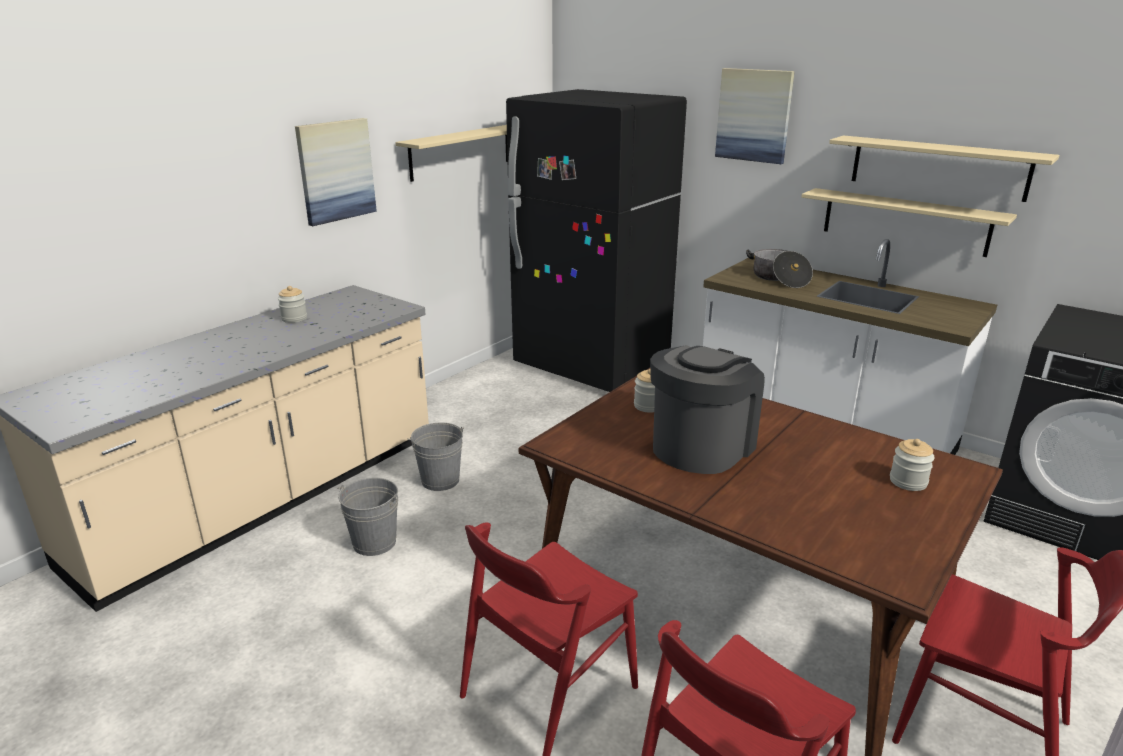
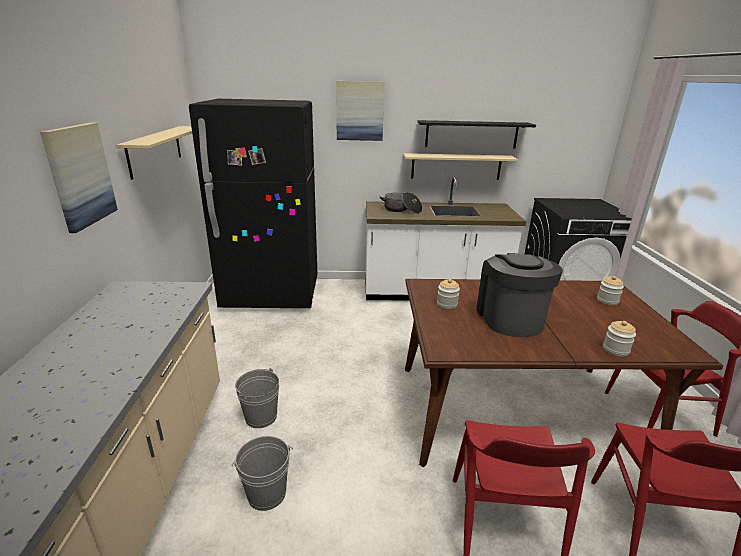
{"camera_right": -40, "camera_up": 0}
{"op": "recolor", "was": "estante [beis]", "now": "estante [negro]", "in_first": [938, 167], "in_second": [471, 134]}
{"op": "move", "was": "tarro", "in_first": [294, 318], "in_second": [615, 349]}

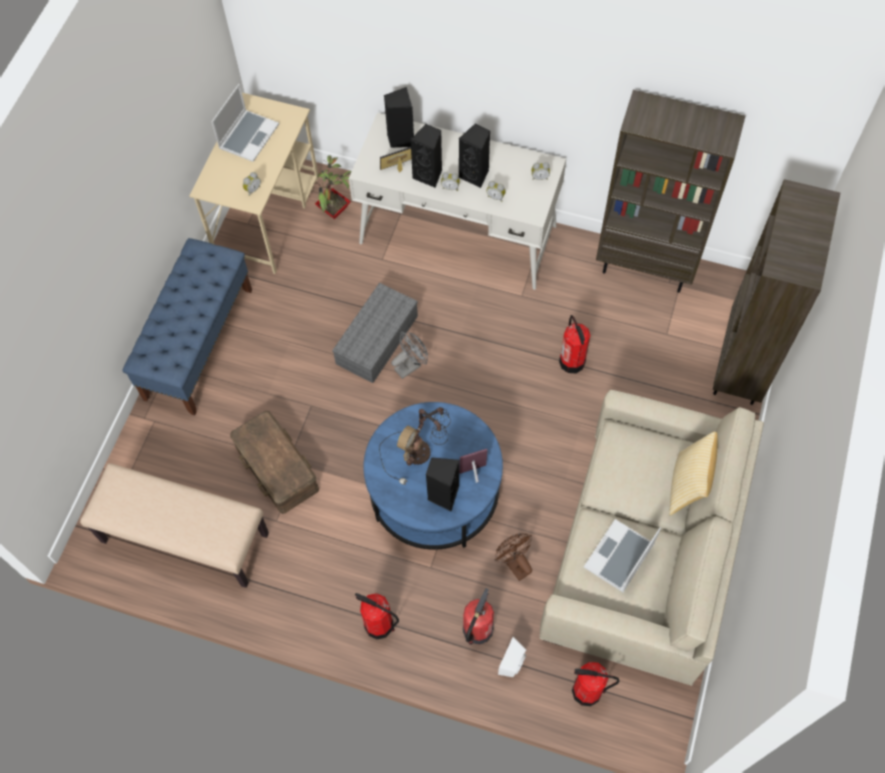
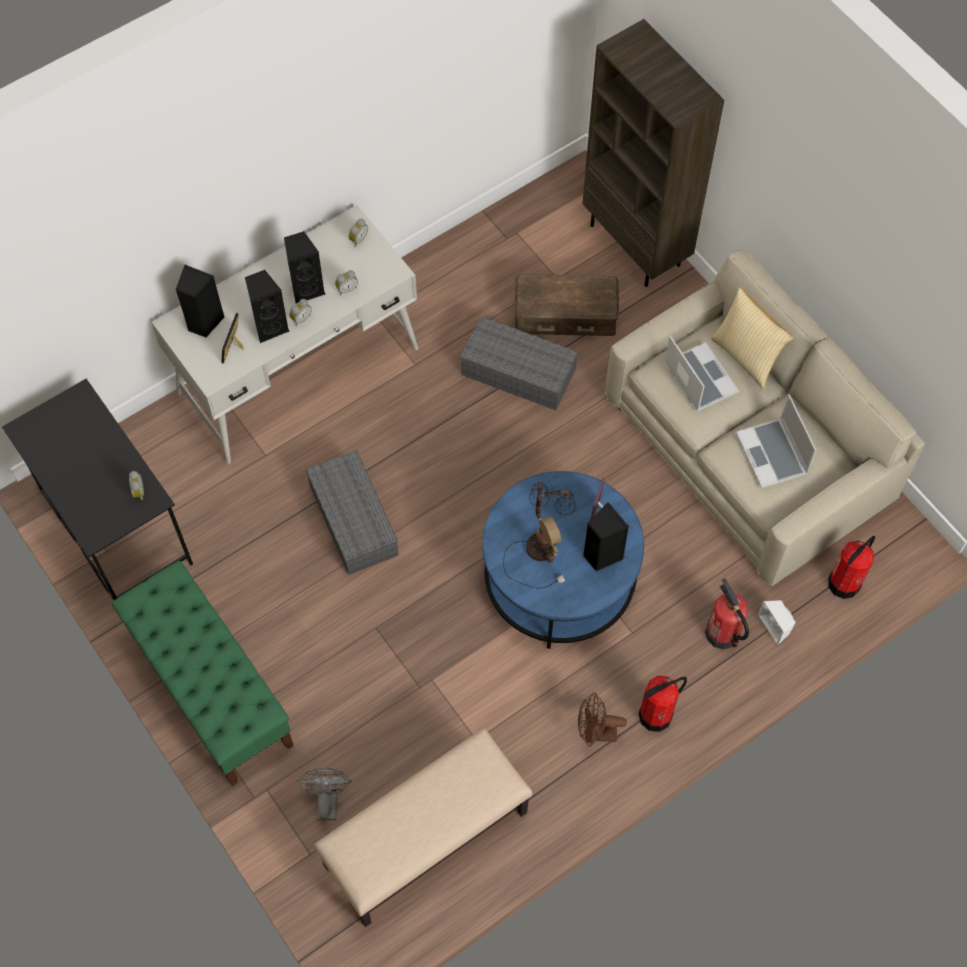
{"camera_right": -55, "camera_up": 0}
{"op": "recolor", "was": "escritorio [beis]", "now": "escritorio [negro]", "in_first": [268, 216], "in_second": [115, 526]}
{"op": "recolor", "was": "banco [azul]", "now": "banco [verde]", "in_first": [199, 343], "in_second": [211, 689]}
{"op": "move", "was": "ventilador [gris]", "in_first": [410, 365], "in_second": [327, 800]}
{"op": "replace", "was": "extintor", "now": "caja de almacenaje [gris]", "in_first": [572, 361], "in_second": [520, 372]}
{"op": "move", "was": "caja de almacenaje [marrón]", "in_first": [276, 468], "in_second": [565, 314]}
{"op": "move", "was": "ventilador [marrón]", "in_first": [514, 563], "in_second": [595, 733]}
{"op": "move", "was": "portátil", "in_first": [248, 136], "in_second": [699, 378]}
{"op": "delete", "was": "planta en maceta", "in_first": [335, 211]}
{"op": "delete", "was": "estantería [marrón]", "in_first": [646, 266]}

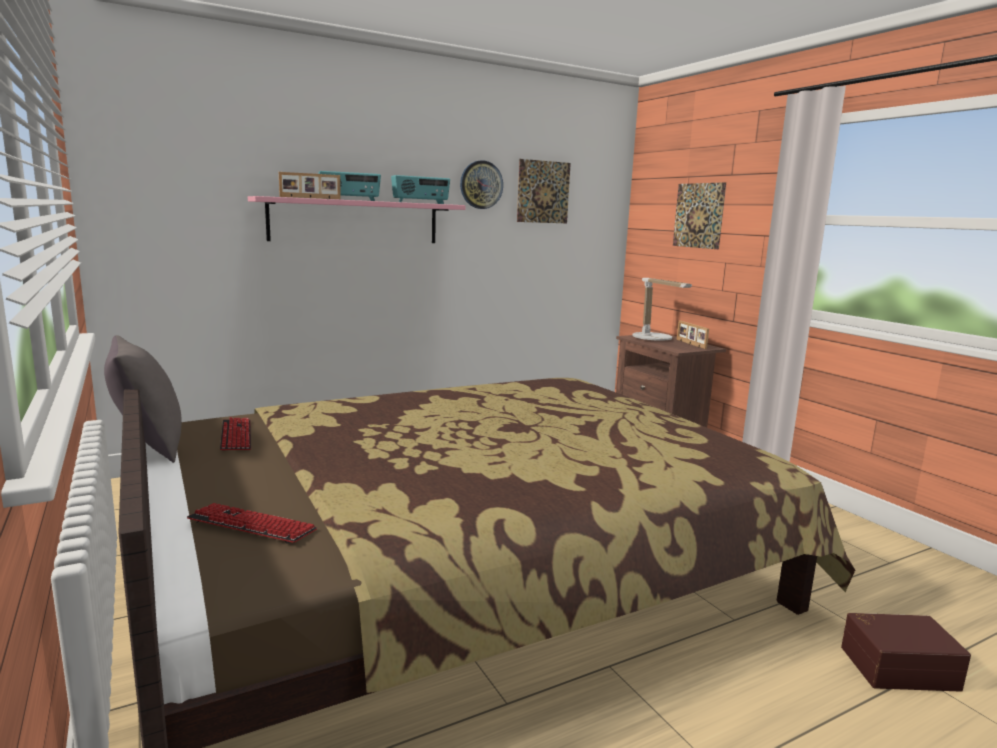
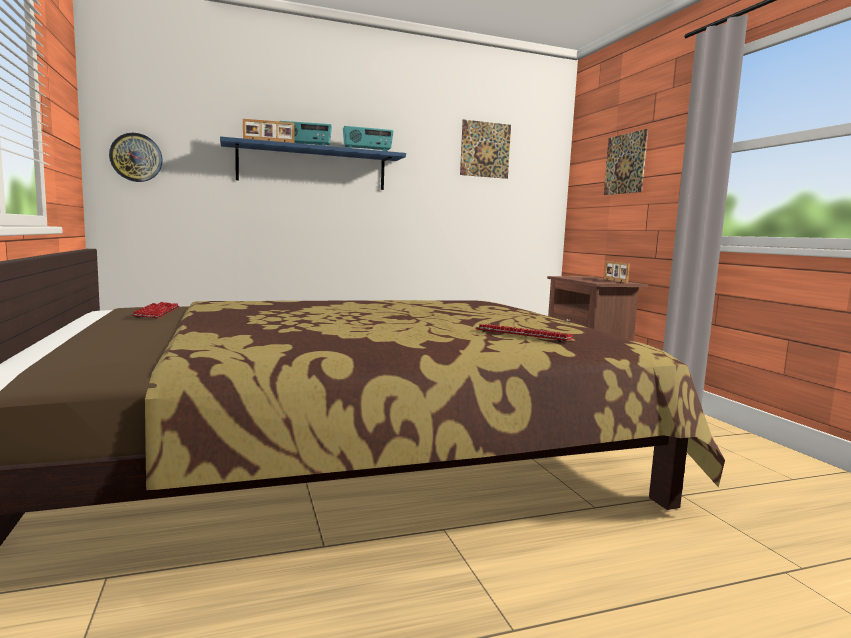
{"camera_right": 10, "camera_up": -5}
{"op": "move", "was": "reloj de pared", "in_first": [481, 185], "in_second": [136, 157]}
{"op": "recolor", "was": "estante [rosa]", "now": "estante [azul]", "in_first": [355, 221], "in_second": [312, 167]}
{"op": "move", "was": "teclado", "in_first": [251, 525], "in_second": [523, 335]}
{"op": "delete", "was": "cojín [gris]", "in_first": [149, 447]}
{"op": "delete", "was": "lámpara de mesa", "in_first": [655, 339]}
{"op": "delete", "was": "caja de almacenaje [marrón]", "in_first": [897, 666]}

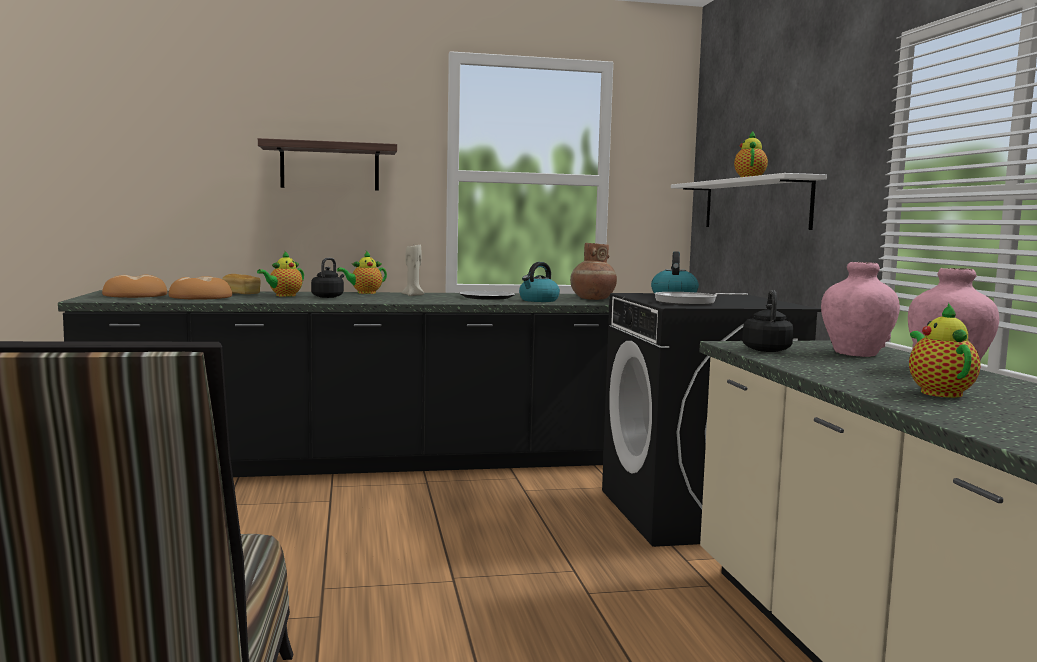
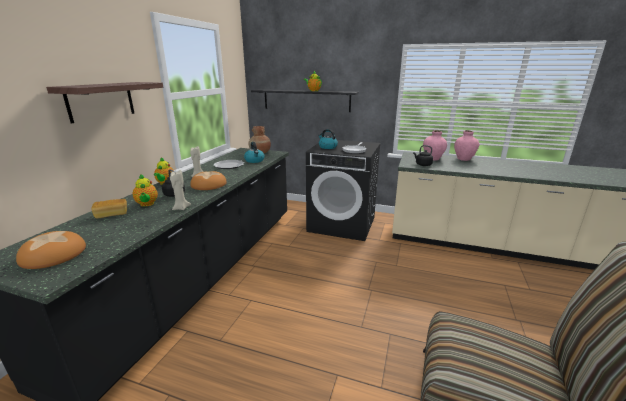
{"camera_right": -60, "camera_up": 15}
{"op": "insert", "now": "vela [beis]", "in_second": [181, 208]}
{"op": "move", "was": "pan", "in_first": [201, 297], "in_second": [209, 184]}
{"op": "recolor", "was": "estante [blanco]", "now": "estante [negro]", "in_first": [754, 204], "in_second": [306, 100]}
{"op": "delete", "was": "tetera", "in_first": [938, 392]}

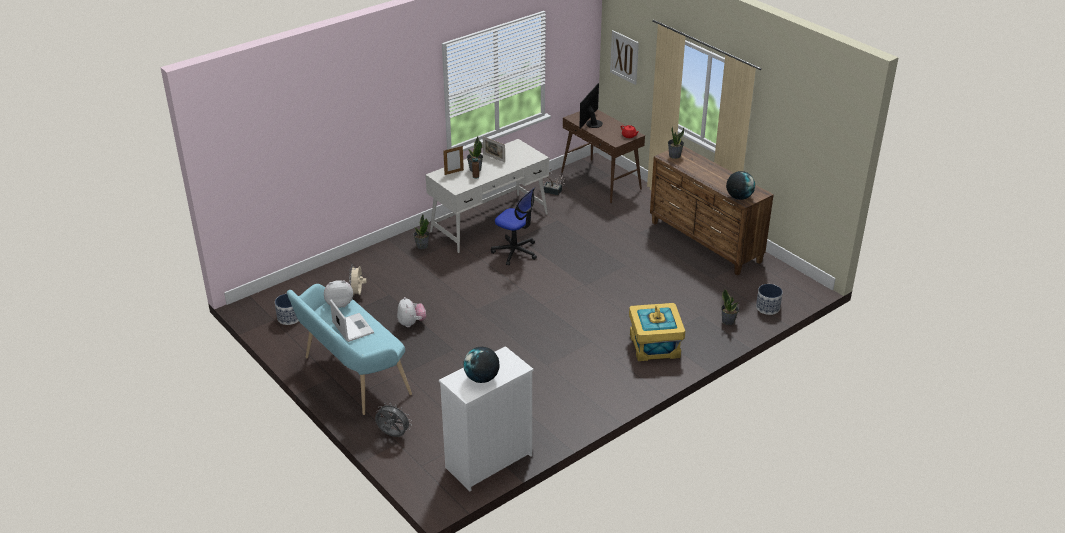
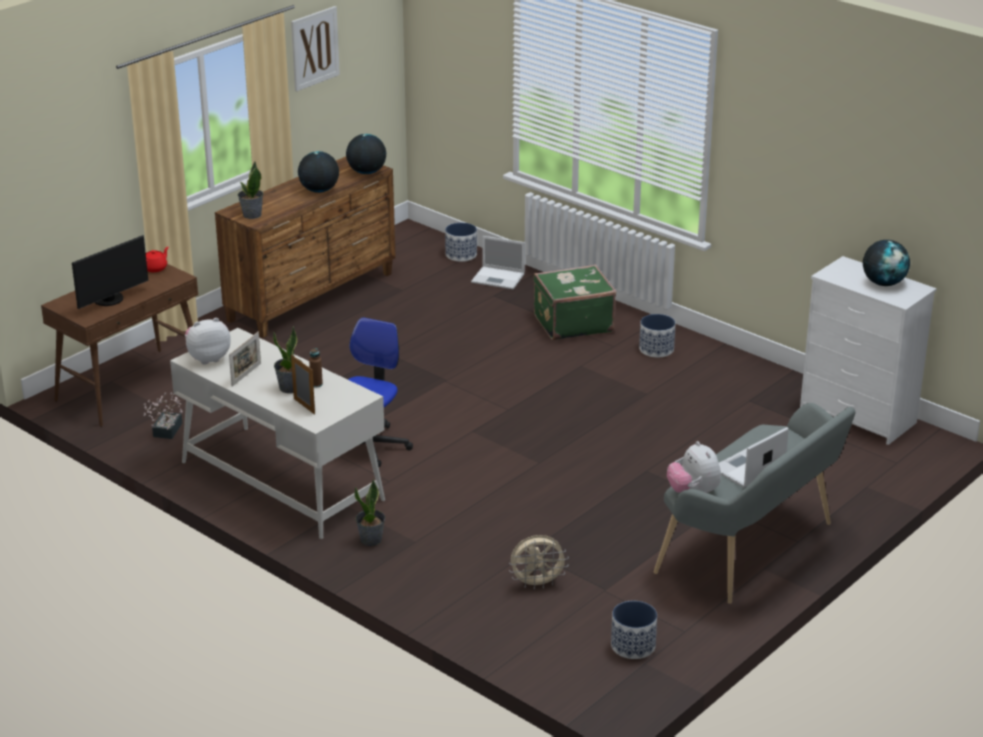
{"camera_right": -100, "camera_up": -5}
{"op": "rotate", "was": "monitor", "in_first": [592, 123], "in_second": [110, 300], "clockwise": -60}
{"op": "move", "was": "peluche", "in_first": [411, 323], "in_second": [208, 358]}
{"op": "move", "was": "cuadro", "in_first": [624, 57], "in_second": [314, 48]}
{"op": "insert", "now": "globo terráqueo", "in_second": [319, 190]}
{"op": "replace", "was": "planta en maceta", "now": "portátil", "in_first": [728, 321], "in_second": [499, 278]}
{"op": "replace", "was": "caja de almacenaje [amarillo]", "now": "maleta [verde]", "in_first": [654, 346], "in_second": [572, 323]}
{"op": "insert", "now": "maceta", "in_second": [656, 349]}
{"op": "recolor", "was": "banco [turquesa]", "now": "banco [gris]", "in_first": [351, 377], "in_second": [753, 550]}
{"op": "delete", "was": "ventilador [gris]", "in_first": [393, 435]}

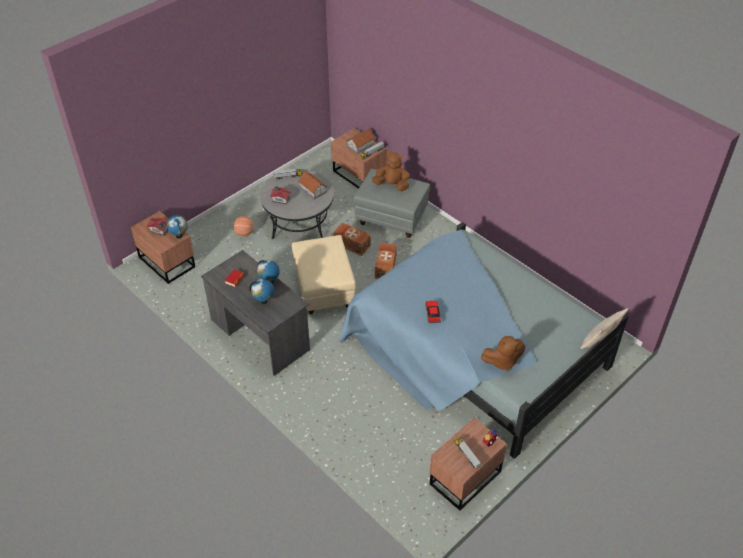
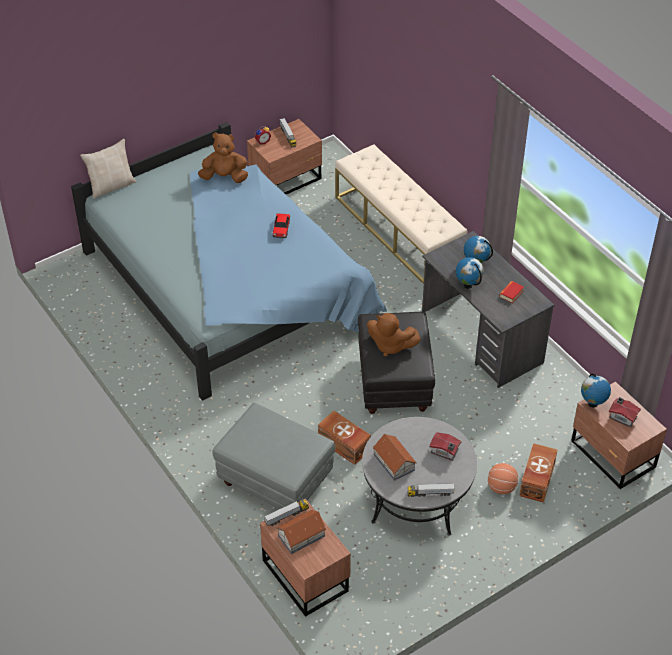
{"camera_right": -170, "camera_up": 0}
{"op": "insert", "now": "banco [beis]", "in_second": [398, 231]}
{"op": "recolor", "was": "puf [beis]", "now": "puf [negro]", "in_first": [323, 290], "in_second": [394, 383]}
{"op": "move", "was": "peluche [marrón]", "in_first": [392, 185], "in_second": [390, 345]}
{"op": "move", "was": "caja de almacenaje [marrón]", "in_first": [386, 267], "in_second": [536, 480]}

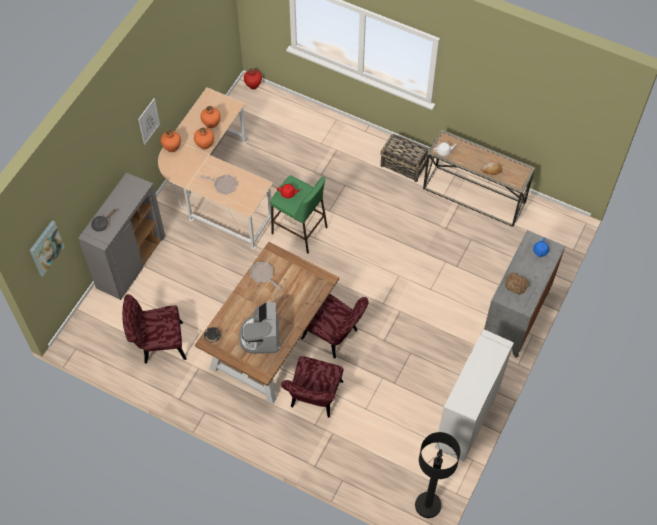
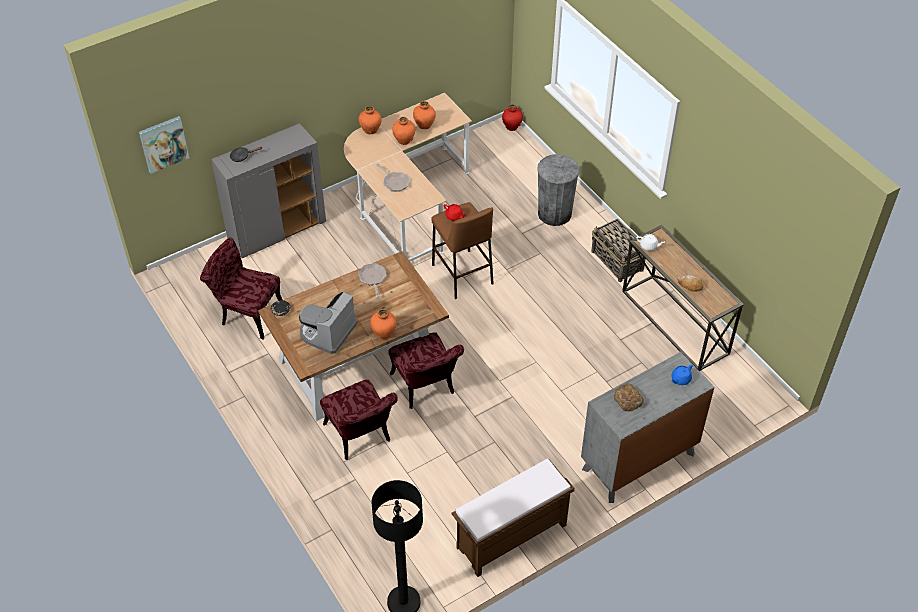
{"camera_right": 30, "camera_up": -10}
{"op": "rotate", "was": "silla [rojo]", "in_first": [314, 399], "in_second": [360, 437], "clockwise": -75}
{"op": "insert", "now": "florero [naranja]", "in_second": [384, 334]}
{"op": "recolor", "was": "taburete [verde]", "now": "taburete [marrón]", "in_first": [299, 230], "in_second": [462, 274]}
{"op": "replace", "was": "armario [blanco]", "now": "banco [marrón]", "in_first": [468, 418], "in_second": [511, 537]}
{"op": "insert", "now": "papelera [gris]", "in_second": [554, 213]}
{"op": "delete", "was": "cuadro", "in_first": [148, 121]}

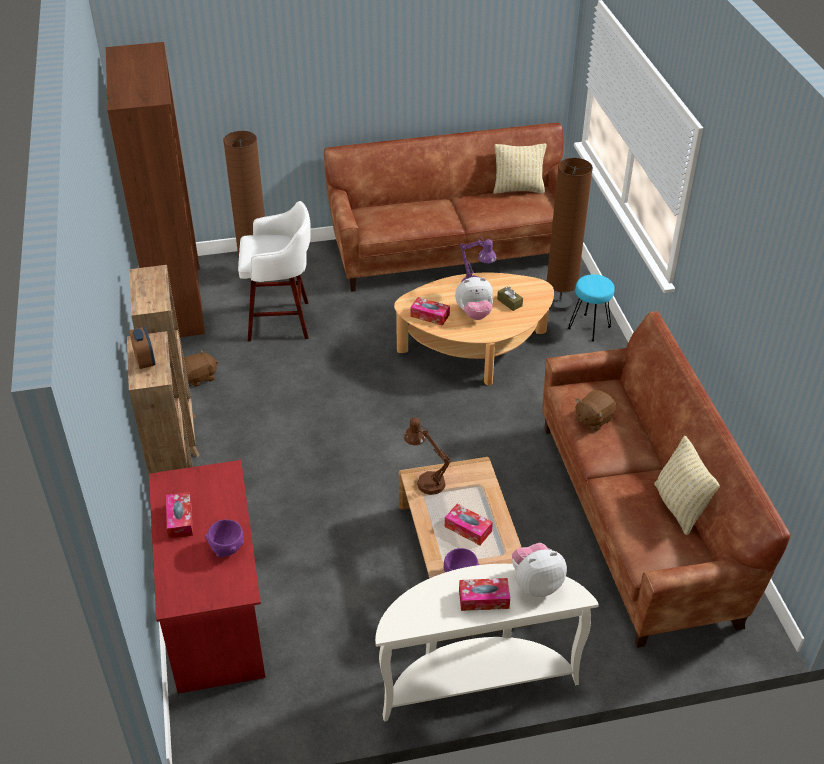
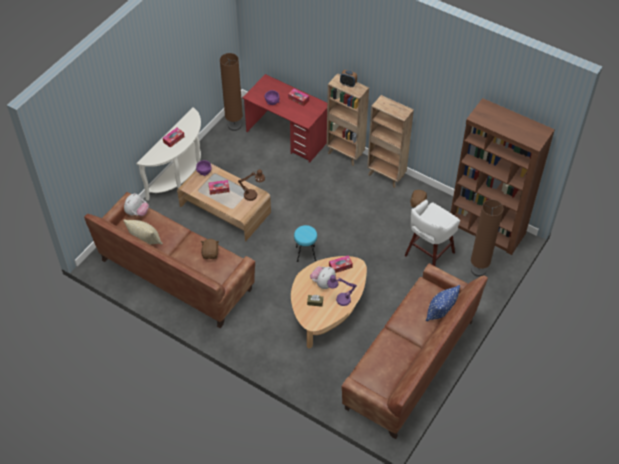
{"camera_right": 135, "camera_up": 10}
{"op": "move", "was": "peluche", "in_first": [535, 583], "in_second": [137, 213]}
{"op": "move", "was": "lámpara de pie [marrón]", "in_first": [559, 304], "in_second": [234, 126]}
{"op": "move", "was": "taburete [turquesa]", "in_first": [589, 328], "in_second": [305, 253]}
{"op": "insert", "now": "cojín [azul]", "in_second": [440, 312]}
{"op": "delete", "was": "cojín [beis]", "in_first": [518, 189]}

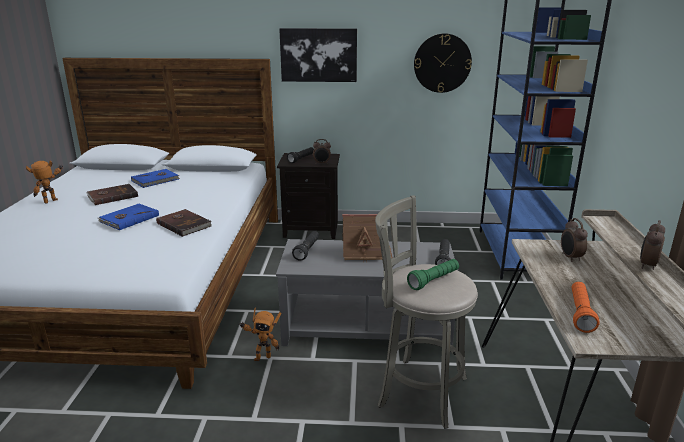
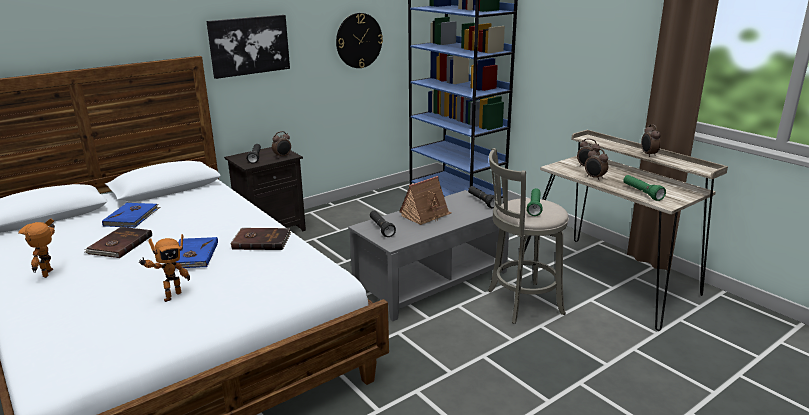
{"camera_right": -40, "camera_up": 0}
{"op": "move", "was": "robot de juguete", "in_first": [262, 357], "in_second": [171, 296]}
{"op": "insert", "now": "despertador", "in_second": [594, 178]}
{"op": "recolor", "was": "linterna [naranja]", "now": "linterna [verde]", "in_first": [580, 314], "in_second": [642, 193]}

